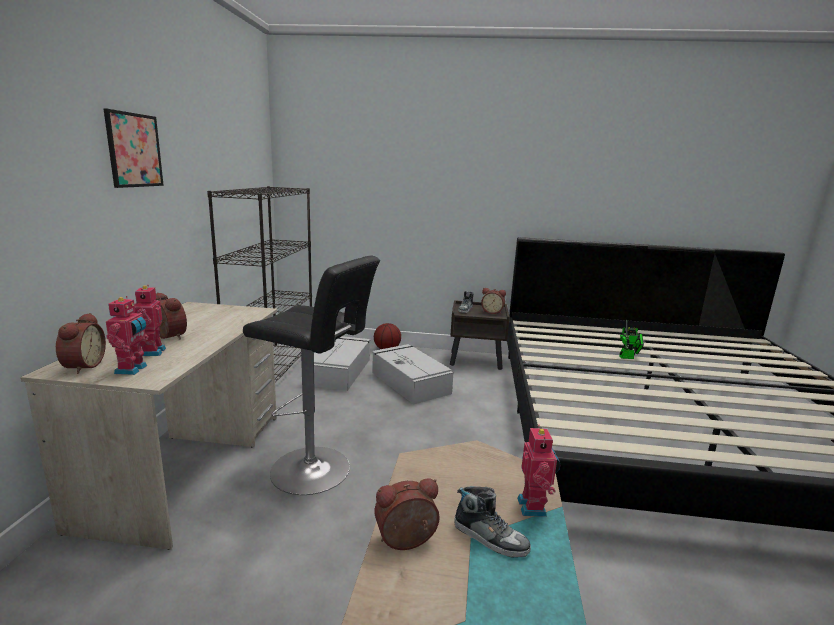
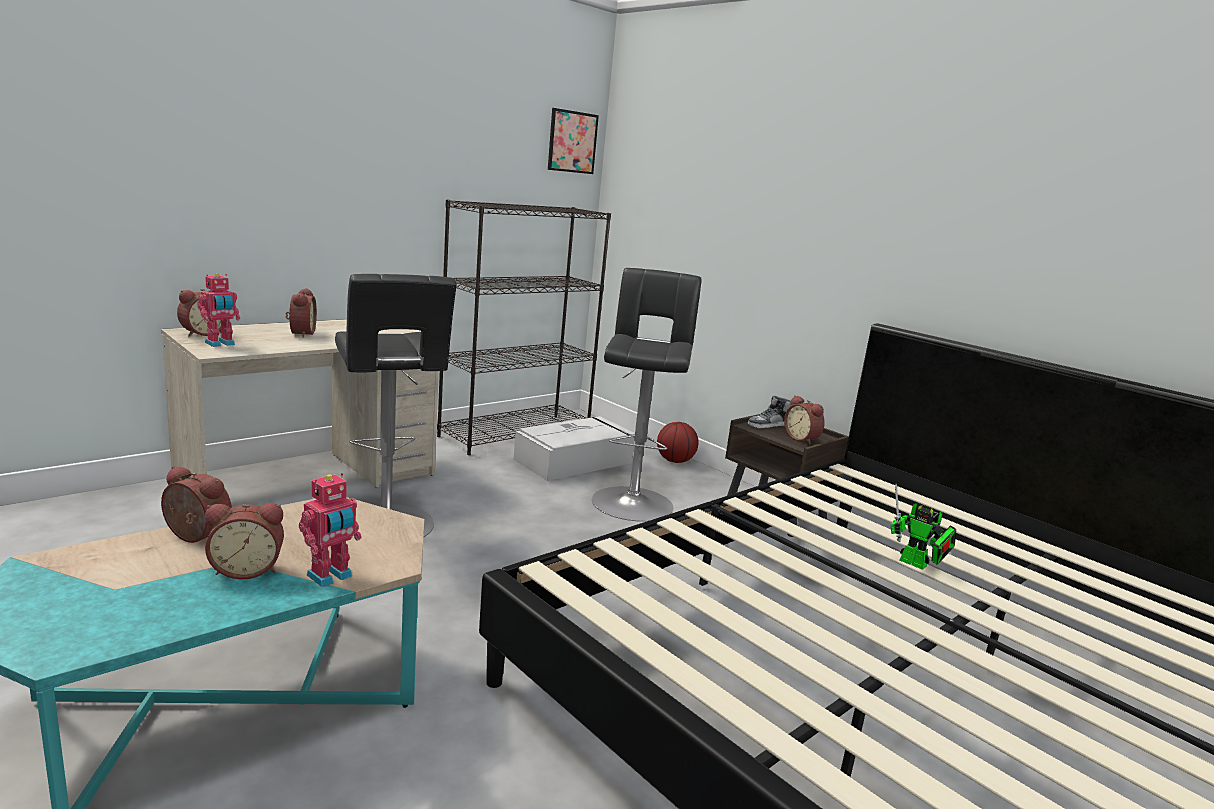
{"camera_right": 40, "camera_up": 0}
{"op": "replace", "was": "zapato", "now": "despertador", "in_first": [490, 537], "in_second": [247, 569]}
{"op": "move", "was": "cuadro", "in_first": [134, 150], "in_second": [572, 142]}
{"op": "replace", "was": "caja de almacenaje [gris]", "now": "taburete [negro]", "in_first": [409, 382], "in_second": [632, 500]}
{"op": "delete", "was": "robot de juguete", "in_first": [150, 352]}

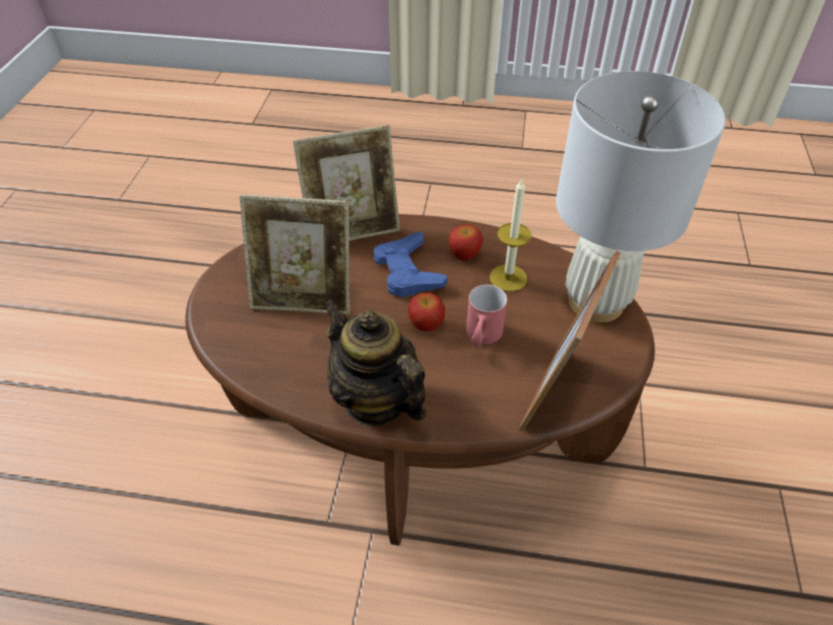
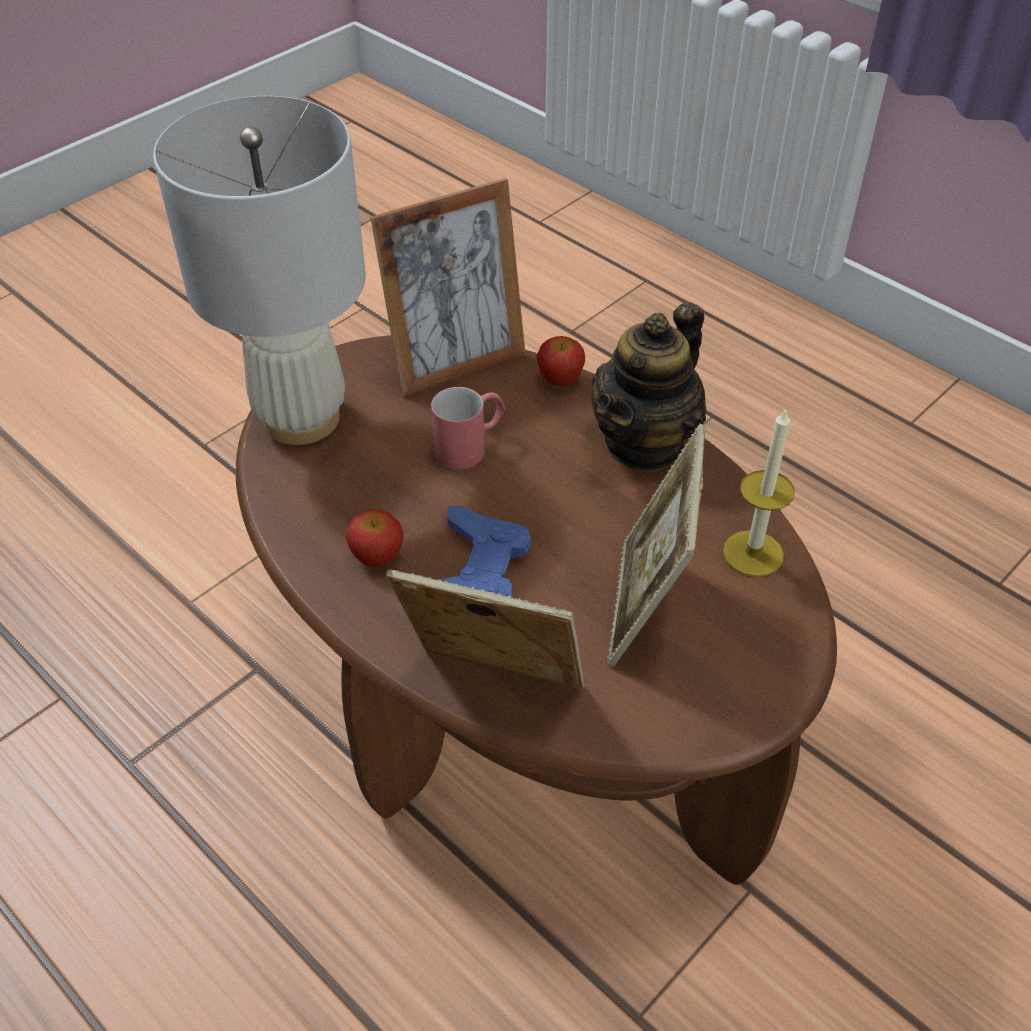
{"camera_right": -145, "camera_up": 0}
{"op": "move", "was": "manzana", "in_first": [426, 324], "in_second": [560, 379]}
{"op": "rotate", "was": "tetera", "in_first": [375, 400], "in_second": [645, 443], "clockwise": 45}
{"op": "rotate", "was": "portarretratos", "in_first": [304, 298], "in_second": [647, 607], "clockwise": -120}
{"op": "move", "was": "vela", "in_first": [508, 278], "in_second": [753, 553]}

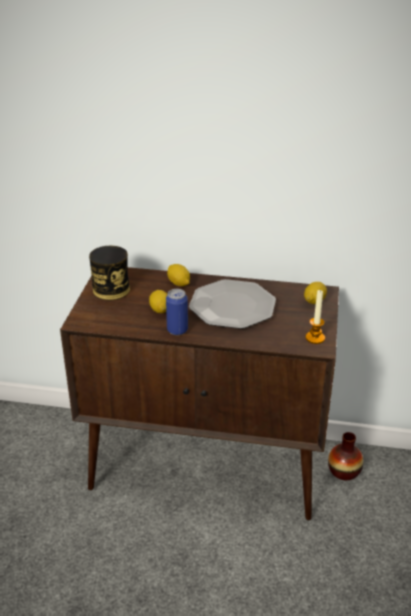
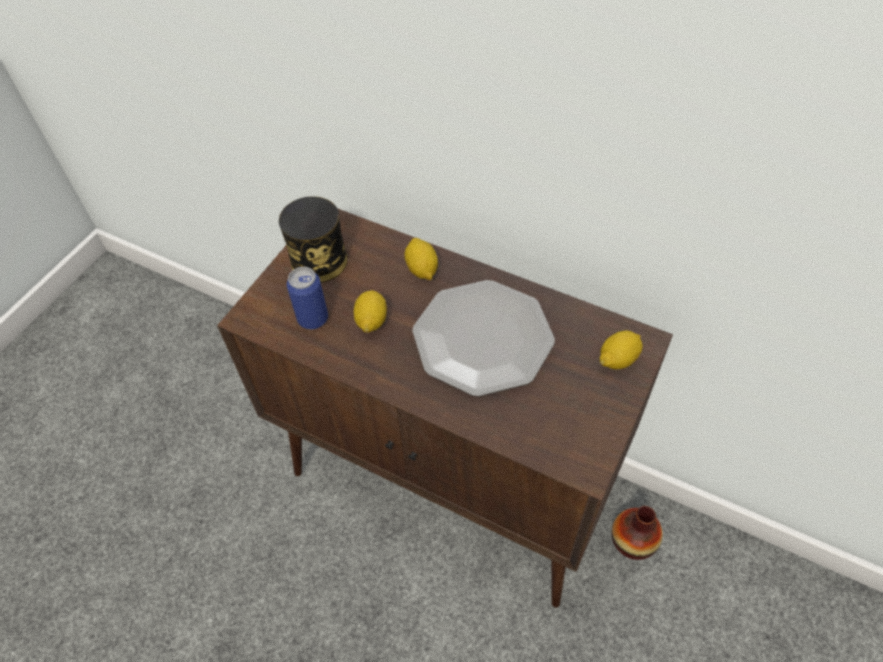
{"camera_right": 20, "camera_up": 20}
{"op": "move", "was": "lata", "in_first": [177, 330], "in_second": [313, 319]}
{"op": "delete", "was": "vela", "in_first": [315, 338]}

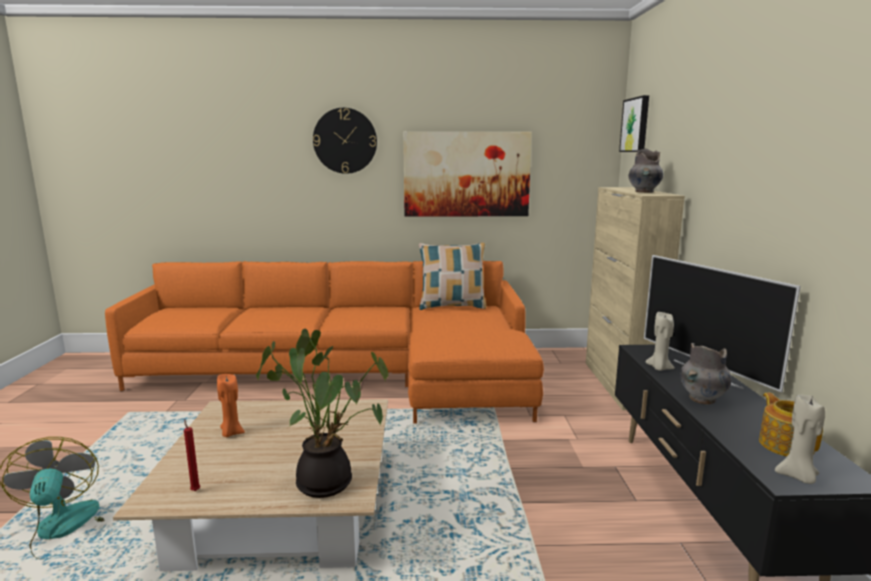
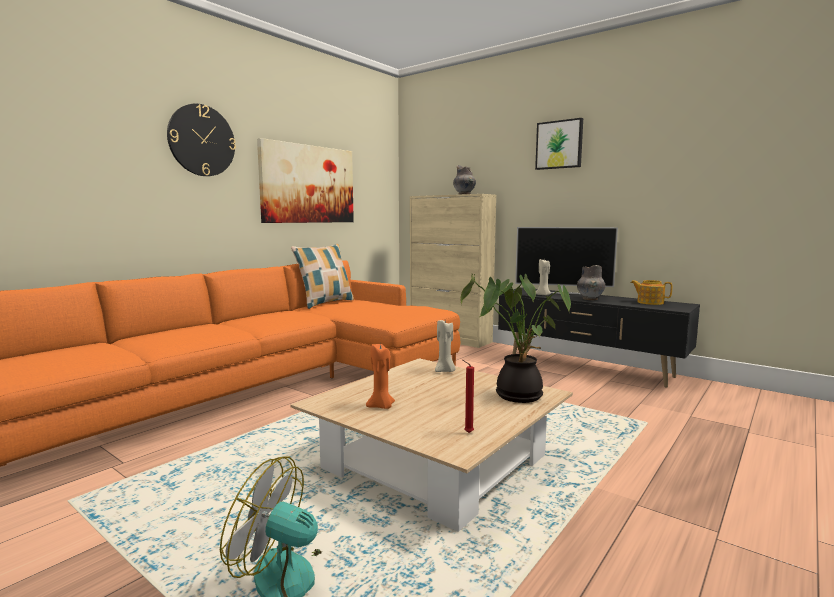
{"camera_right": -50, "camera_up": -5}
{"op": "move", "was": "vela [beis]", "in_first": [798, 477], "in_second": [445, 371]}
{"op": "move", "was": "cuadro", "in_first": [636, 125], "in_second": [559, 145]}

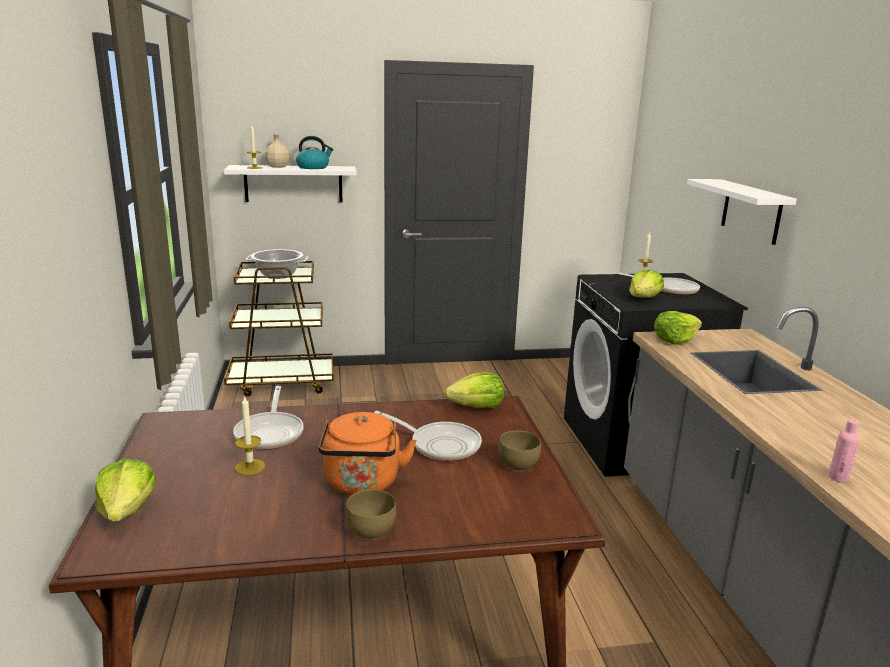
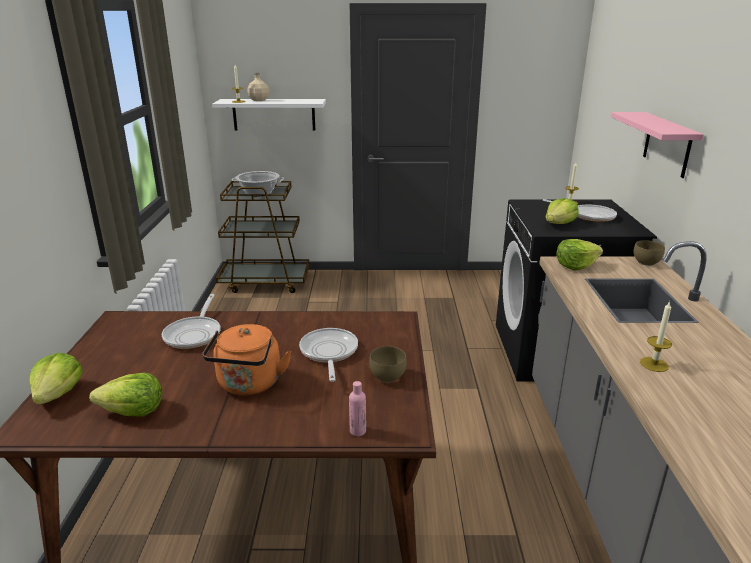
{"camera_right": 10, "camera_up": 5}
{"op": "move", "was": "lechuga", "in_first": [477, 407], "in_second": [133, 411]}
{"op": "rotate", "was": "sartén", "in_first": [440, 444], "in_second": [328, 353], "clockwise": -135}
{"op": "move", "was": "botella [rosa]", "in_first": [838, 478], "in_second": [357, 431]}
{"op": "recolor", "was": "estante [blanco]", "now": "estante [rosa]", "in_first": [751, 211], "in_second": [667, 144]}
{"op": "move", "was": "cuenco [marrón]", "in_first": [369, 532], "in_second": [645, 263]}
{"op": "move", "was": "vela", "in_first": [250, 467], "in_second": [654, 364]}
{"op": "delete", "was": "hervidor", "in_first": [313, 167]}

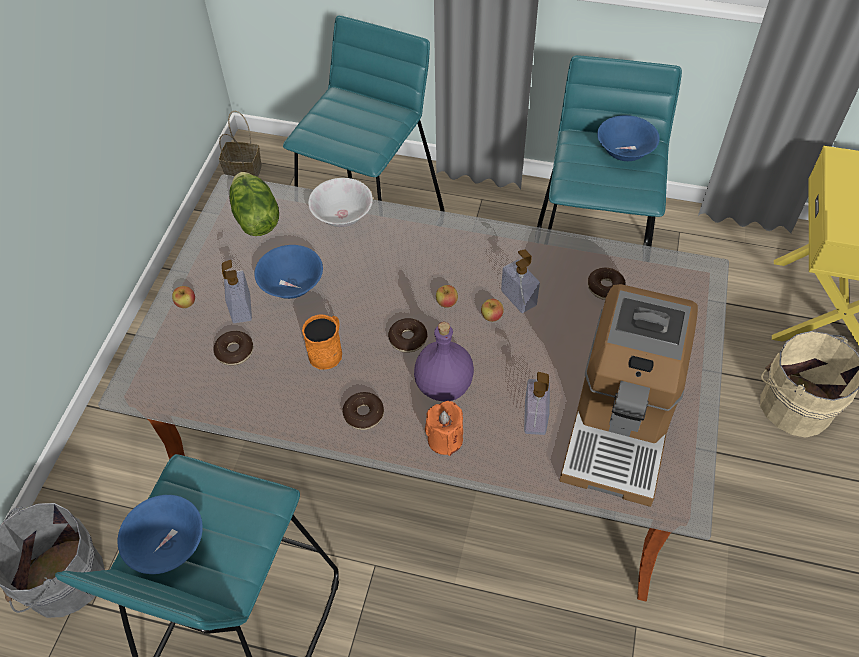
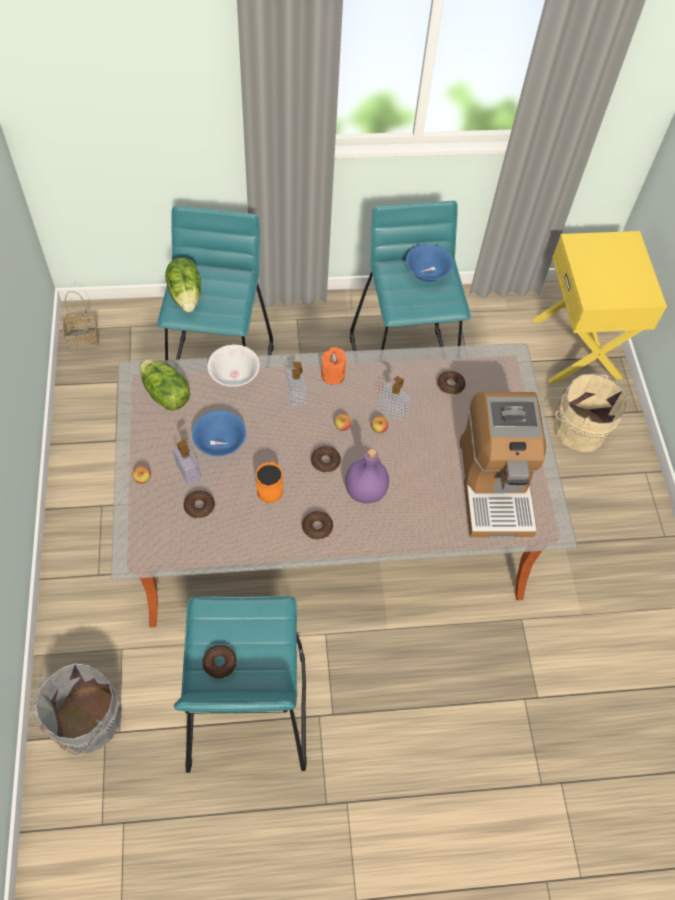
{"camera_right": -25, "camera_up": 5}
{"op": "insert", "now": "lechuga", "in_second": [186, 295]}
{"op": "replace", "was": "cuenco [azul]", "now": "rosquilla", "in_first": [168, 545], "in_second": [220, 663]}
{"op": "move", "was": "dispensador de jabón", "in_first": [535, 417], "in_second": [296, 395]}
{"op": "move", "was": "vela [naranja]", "in_first": [445, 439], "in_second": [333, 375]}

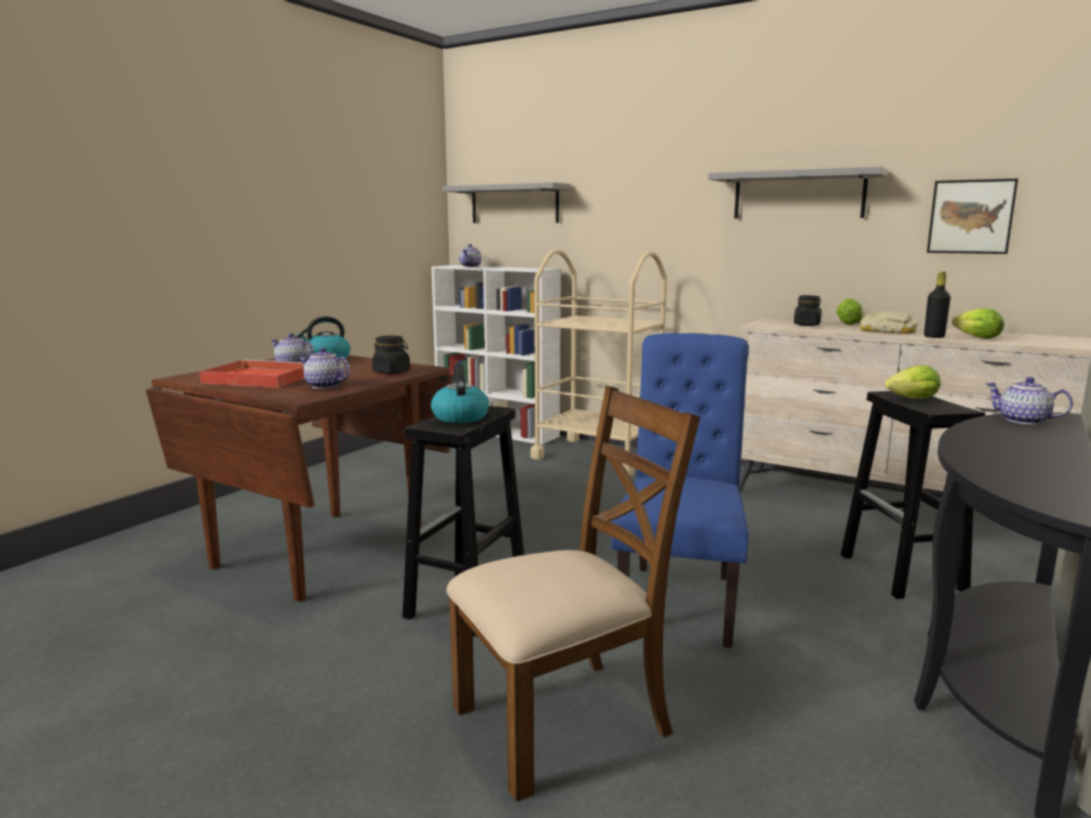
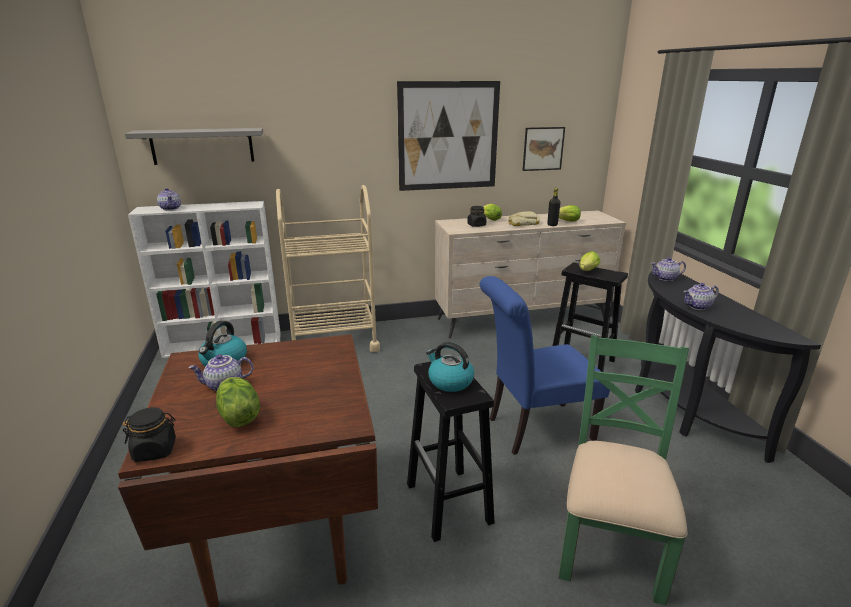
{"camera_right": -45, "camera_up": 10}
{"op": "move", "was": "tarro [negro]", "in_first": [392, 372], "in_second": [155, 450]}
{"op": "replace", "was": "bandeja [rojo]", "now": "lechuga", "in_first": [258, 378], "in_second": [238, 416]}
{"op": "replace", "was": "estante [gris]", "now": "cuadro", "in_first": [798, 195], "in_second": [448, 136]}
{"op": "rotate", "was": "silla [azul]", "in_first": [680, 598], "in_second": [534, 429], "clockwise": -75}
{"op": "recolor", "was": "silla [marrón]", "now": "silla [verde]", "in_first": [564, 720], "in_second": [609, 543]}
{"op": "move", "was": "tetera", "in_first": [324, 386], "in_second": [698, 307]}

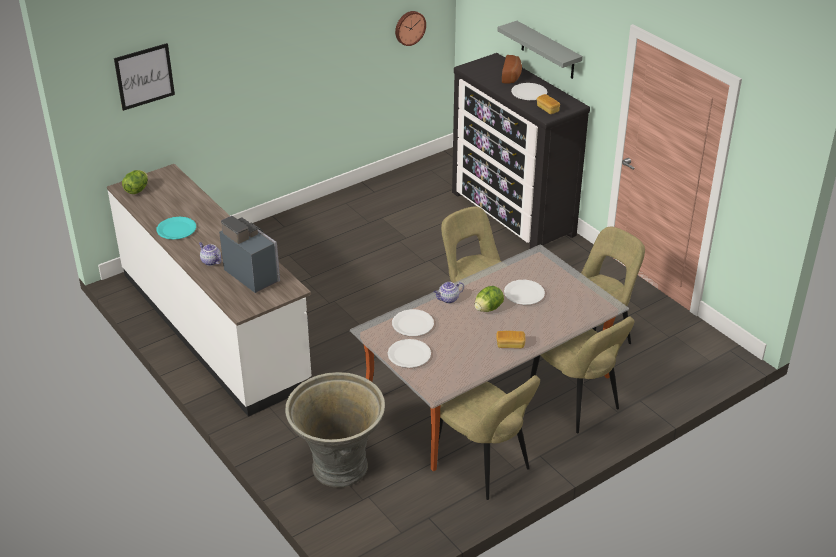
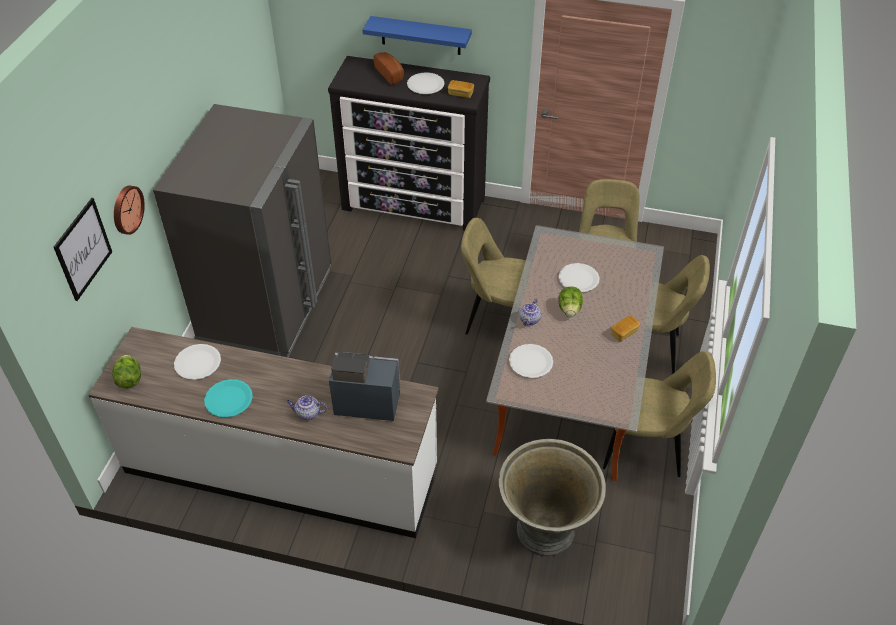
{"camera_right": -40, "camera_up": 10}
{"op": "move", "was": "reloj de pared", "in_first": [409, 27], "in_second": [126, 209]}
{"op": "insert", "now": "nevera [gris]", "in_second": [267, 306]}
{"op": "move", "was": "plato [blanco]", "in_first": [409, 354], "in_second": [198, 363]}
{"op": "recolor", "was": "estante [gris]", "now": "estante [azul]", "in_first": [548, 50], "in_second": [421, 35]}

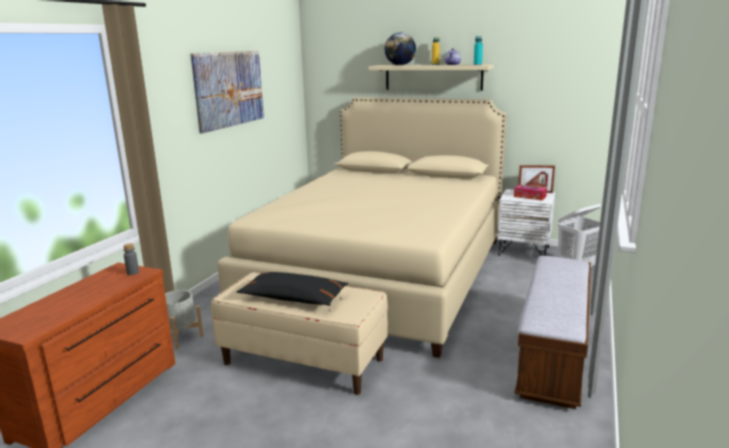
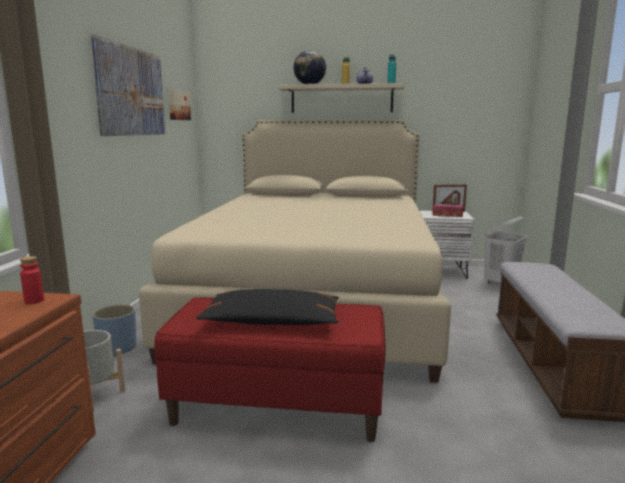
{"camera_right": -15, "camera_up": -5}
{"op": "recolor", "was": "botella [gris]", "now": "botella [rojo]", "in_first": [133, 272], "in_second": [34, 301]}
{"op": "insert", "now": "maceta [azul]", "in_second": [117, 348]}
{"op": "recolor", "was": "banco [beis]", "now": "banco [rojo]", "in_first": [304, 361], "in_second": [278, 407]}
{"op": "insert", "now": "cuadro", "in_second": [178, 105]}

